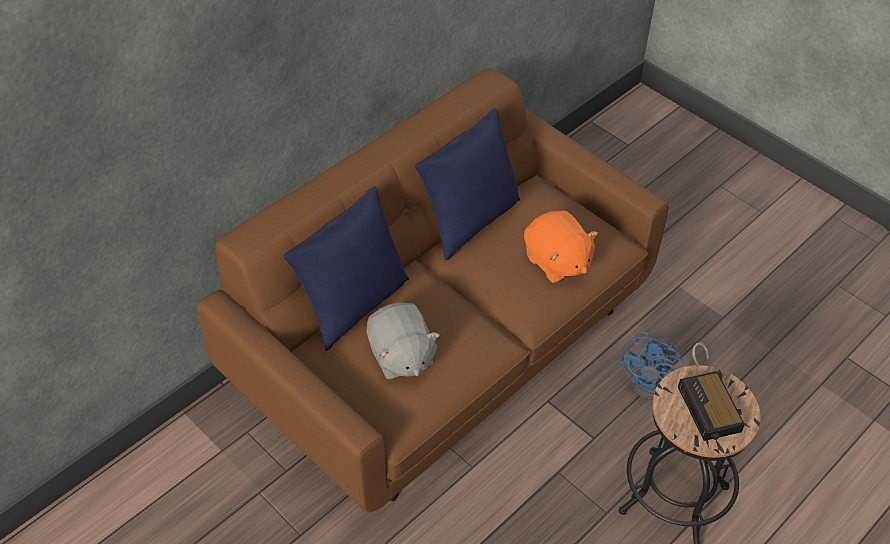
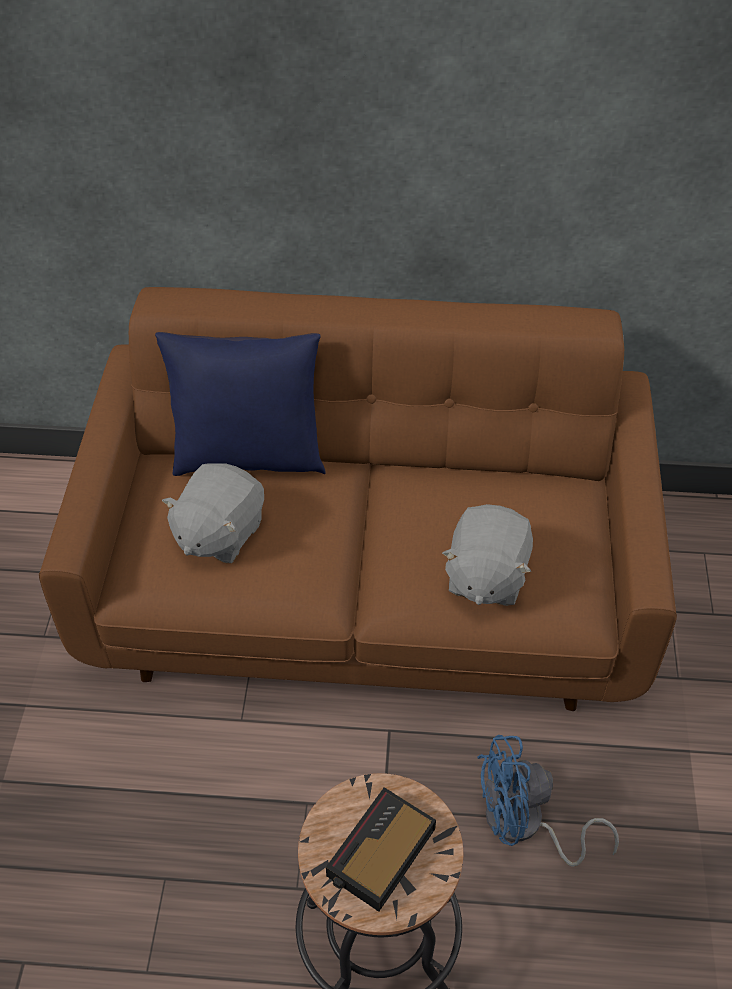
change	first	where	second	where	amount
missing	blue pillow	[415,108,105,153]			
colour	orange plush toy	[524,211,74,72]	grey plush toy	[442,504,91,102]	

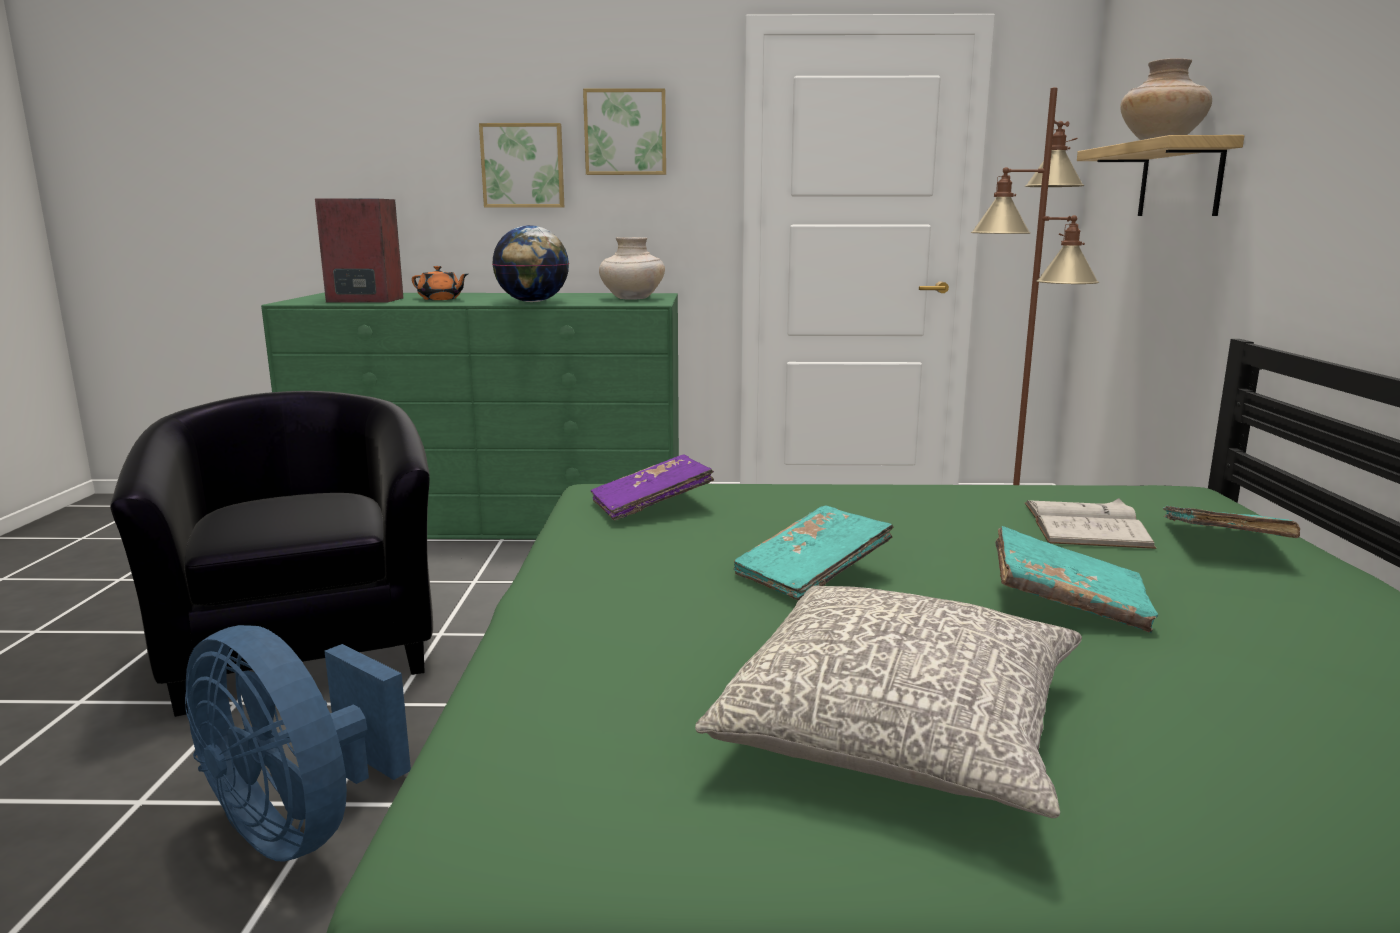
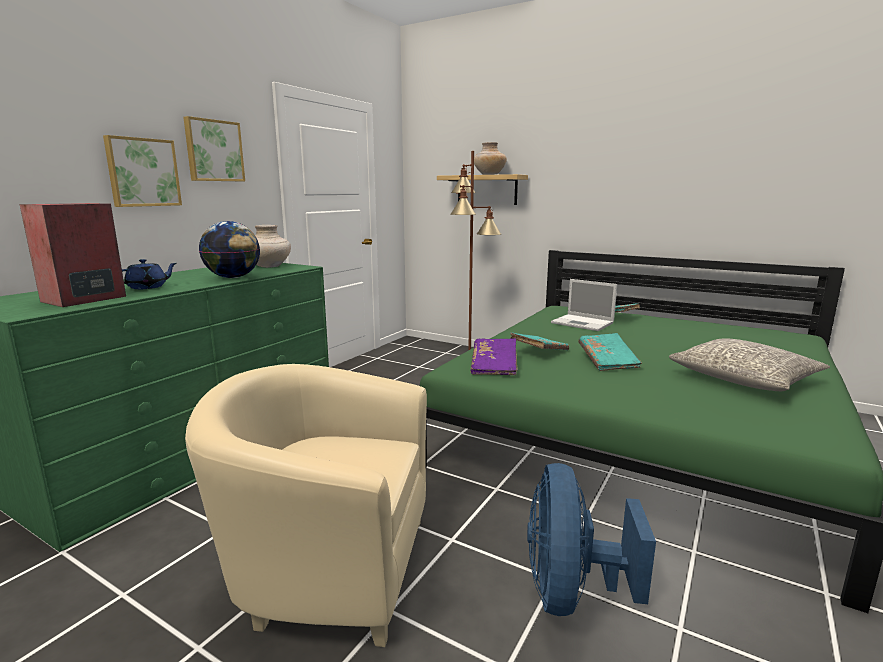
change	first	where	second	where	amount
colour	orange teapot	[412,266,56,34]	blue teapot	[122,259,55,30]	
colour	black armchair	[110,391,323,326]	beige armchair	[185,364,242,283]	
exchanged	white book	[1025,498,131,51]	laptop	[551,279,66,52]	
relocated	turquoise book	[995,526,163,107]		[510,332,59,18]	
spun	blue fan	[185,625,226,237]		[527,463,129,153]	120 degrees clockwise

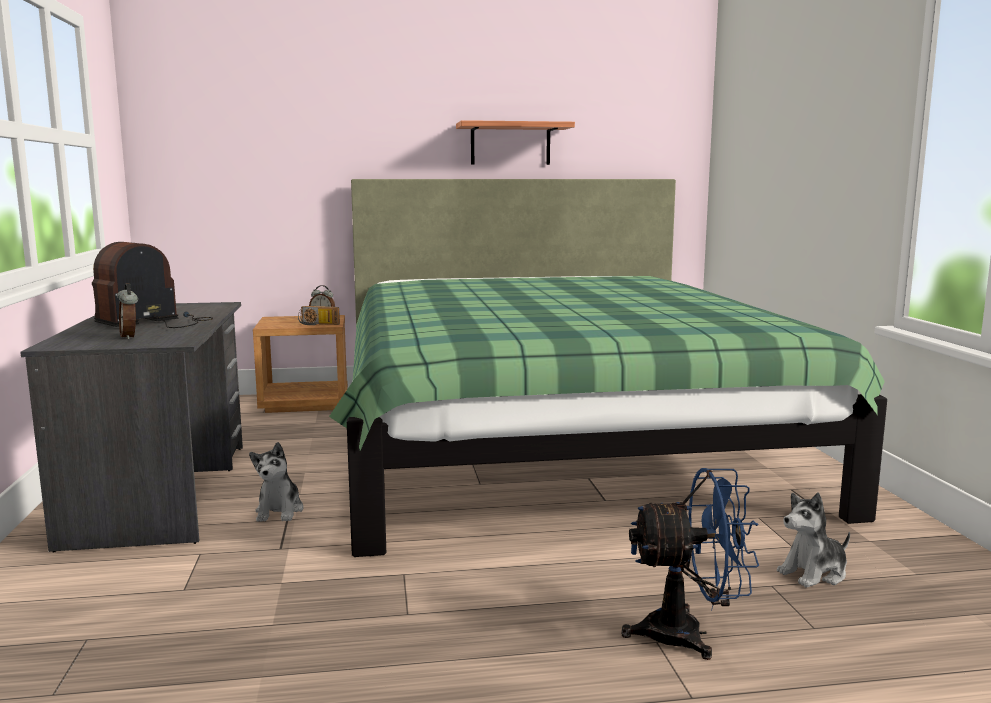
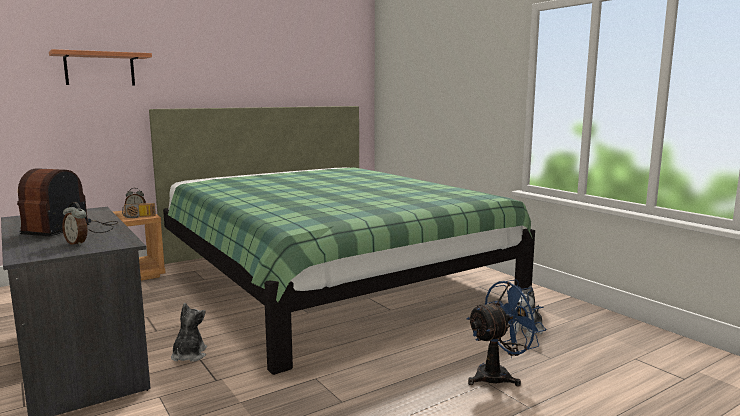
change	first	where	second	where	amount
relocated	shelf	[456,120,119,45]		[49,49,103,37]	
spun	plush toy	[249,442,55,80]		[171,303,36,59]	150 degrees counterclockwise

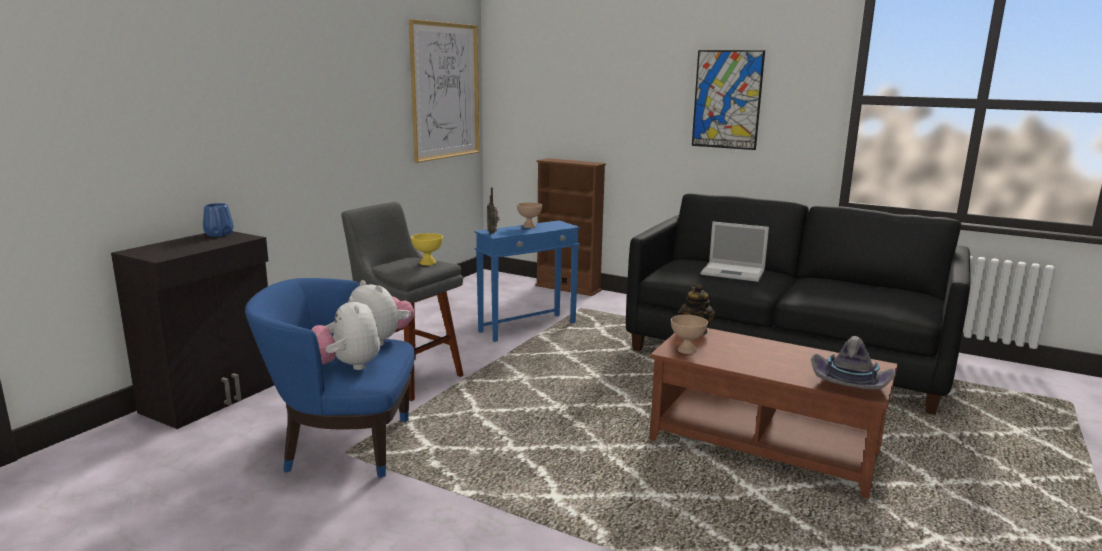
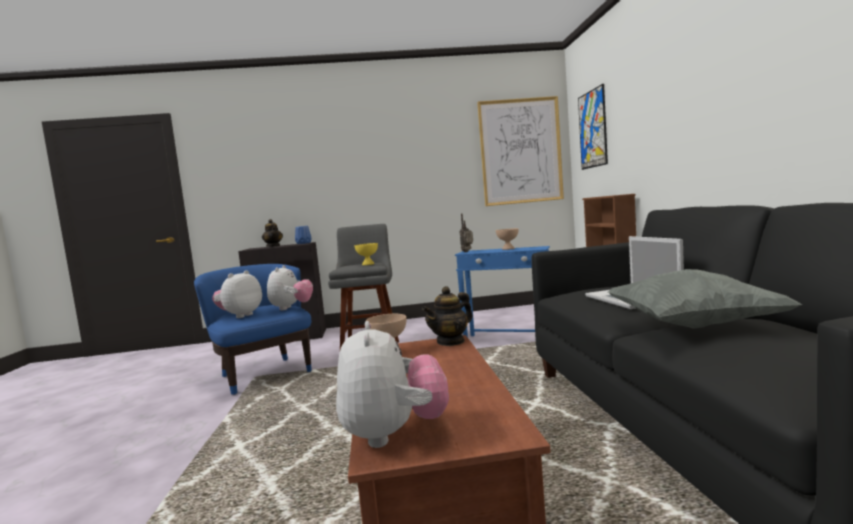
change	first	where	second	where	amount
relocated	picture	[692,50,73,100]		[578,84,30,86]	
exchanged	grey hat	[811,336,85,54]	plush toy	[336,321,113,127]	
appeared			teapot	[262,219,21,27]	
appeared			grey pillow	[608,269,195,60]	

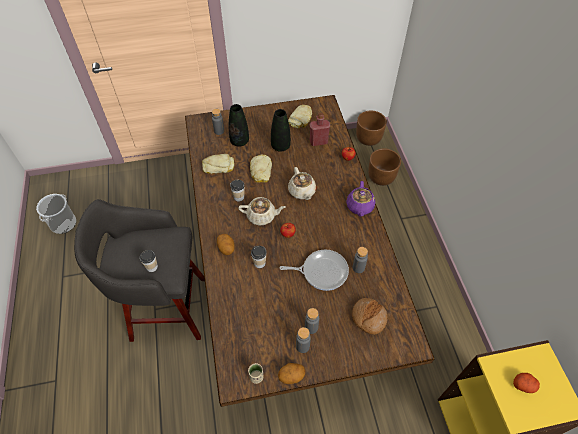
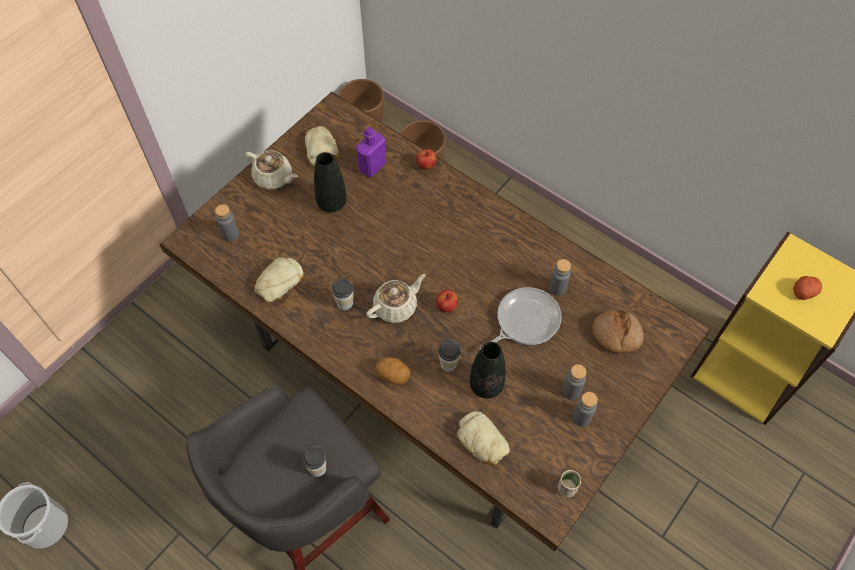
change	first	where	second	where	amount
relocated	black vase	[229,104,20,43]		[470,342,36,56]	
colour	red bottle	[310,113,20,33]	purple bottle	[356,127,30,50]	
relocated	bread	[250,155,22,27]		[457,411,53,54]	
relocated	beige teapot	[288,167,28,33]		[245,150,53,39]	
missing	purple teapot	[346,181,29,36]			
missing	potato	[278,363,27,21]			

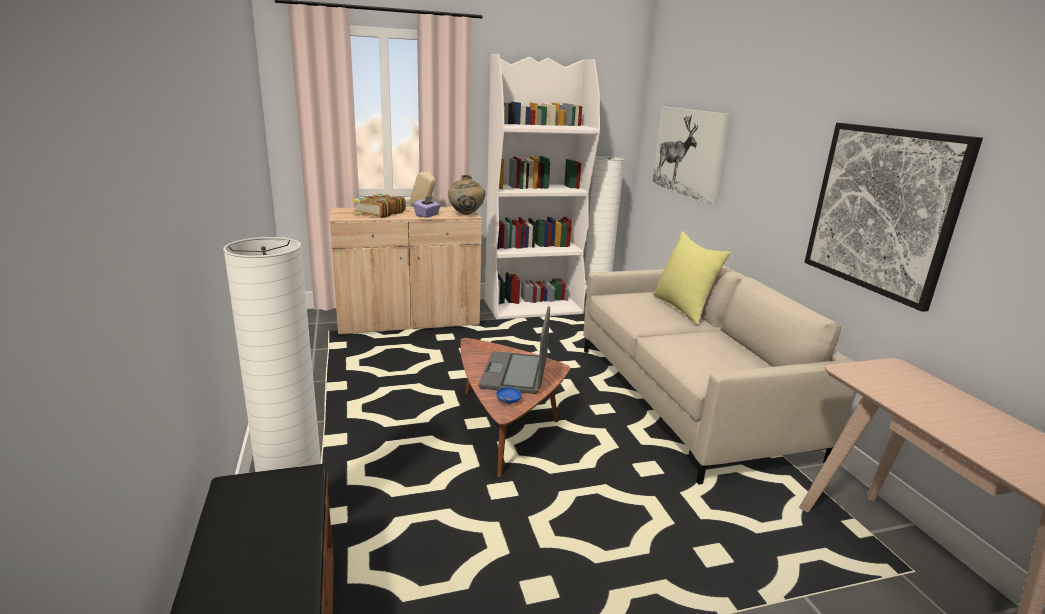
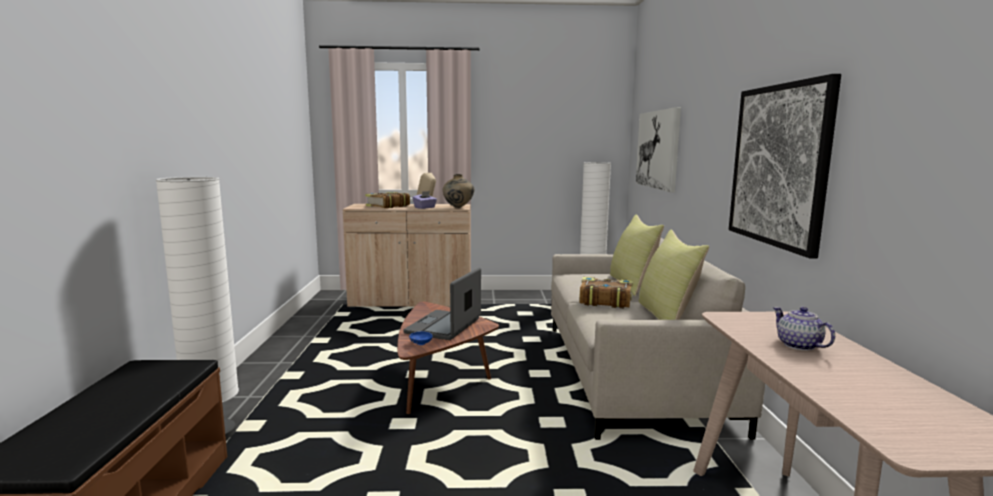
change	first	where	second	where	amount
missing	white bookcase	[485,54,115,266]			
appeared			yellow pillow	[639,230,70,90]	
appeared			book	[579,277,54,31]	
appeared			teapot	[773,307,62,44]	

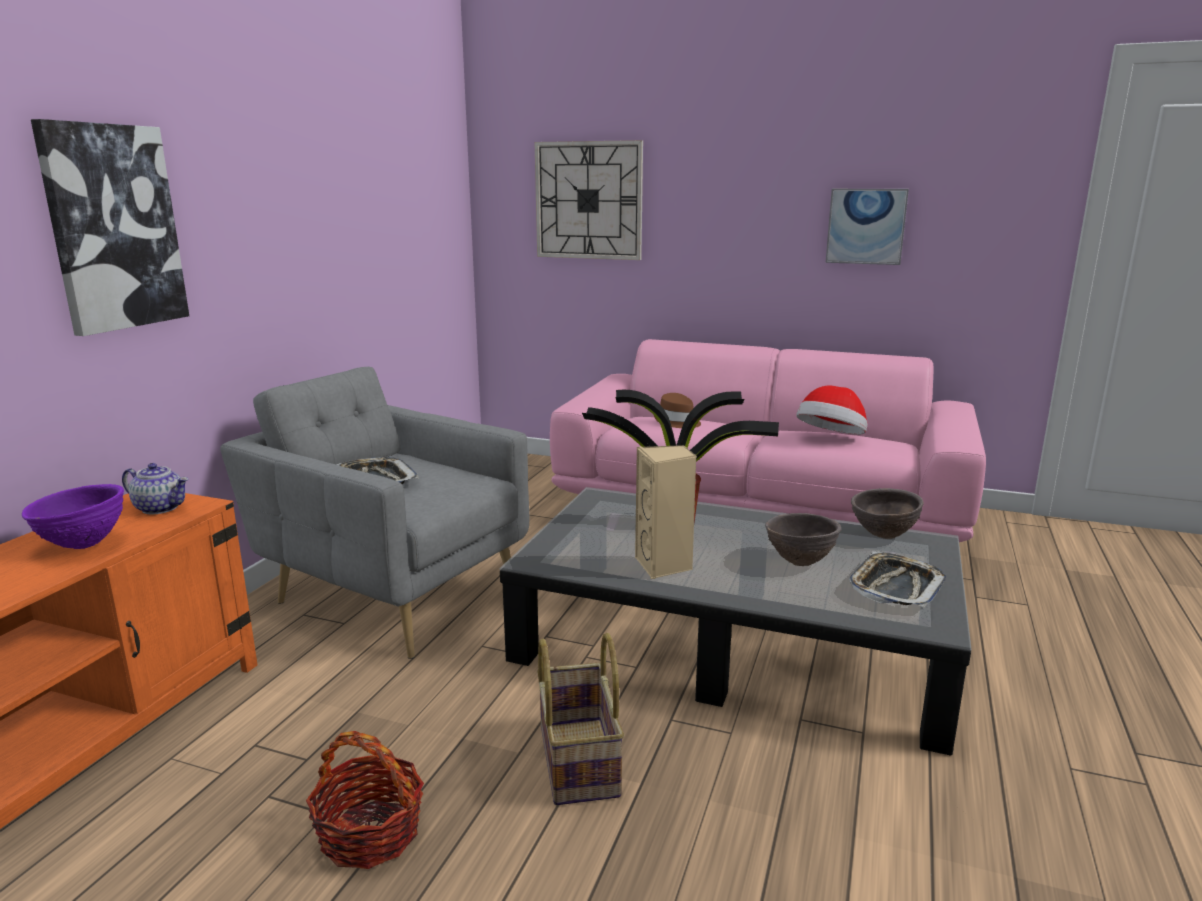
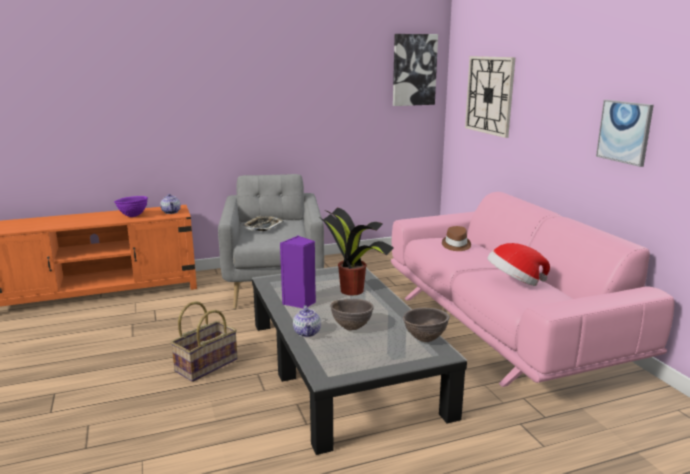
change	first	where	second	where	amount
relocated	picture	[31,119,158,217]		[393,34,45,72]	
colour	beige speaker	[635,445,62,134]	purple speaker	[280,236,36,72]	
missing	tray	[849,551,97,57]			
missing	basket	[306,731,118,138]			
appeared			teapot	[293,305,28,32]	

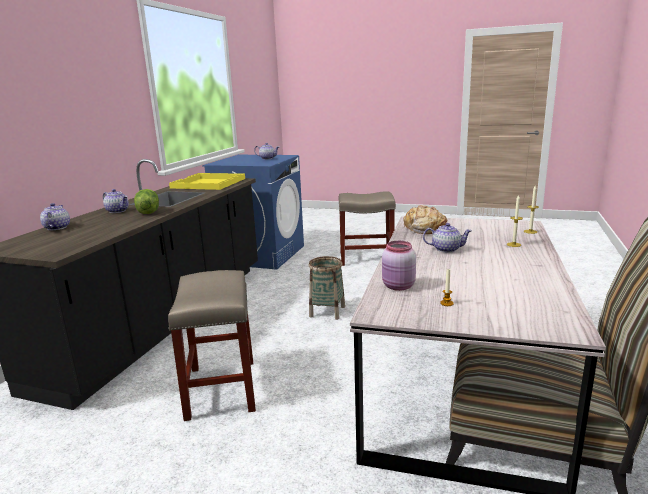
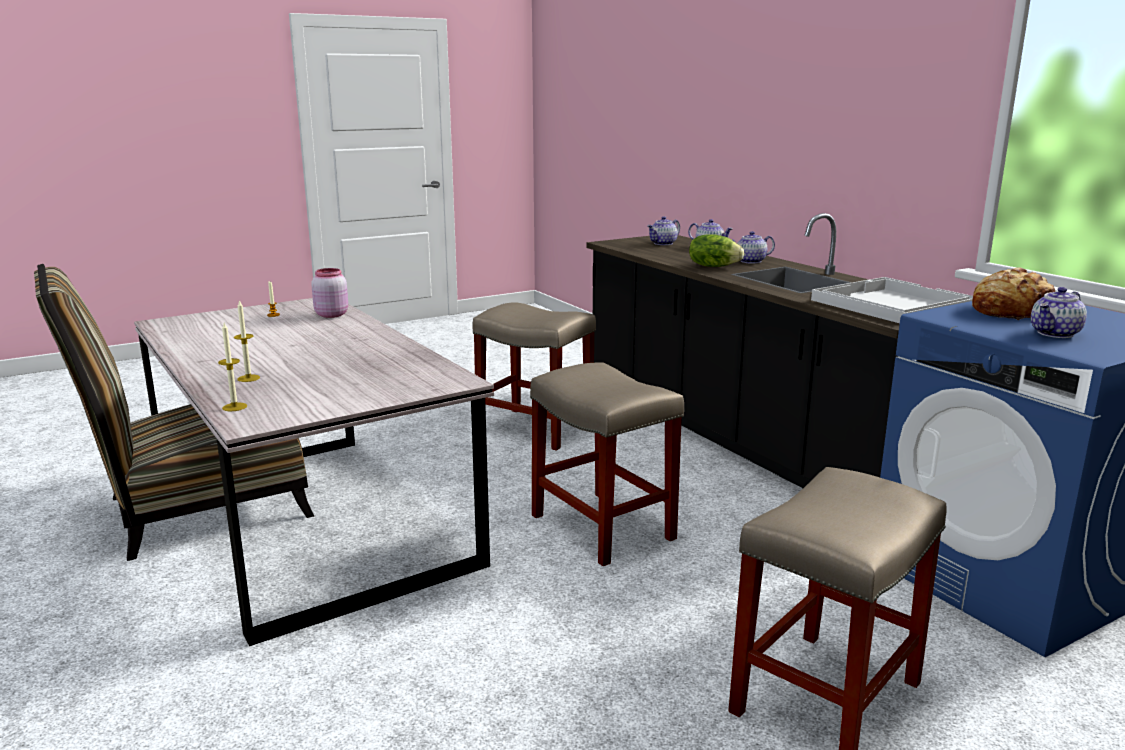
change	first	where	second	where	amount
colour	yellow tray	[169,173,76,17]	white tray	[811,277,162,46]	
relocated	bread	[403,205,45,29]		[972,267,83,53]	
relocated	teapot	[423,223,49,30]		[647,216,33,29]	
exchanged	basket	[309,256,36,64]	beige stool	[530,362,154,204]	

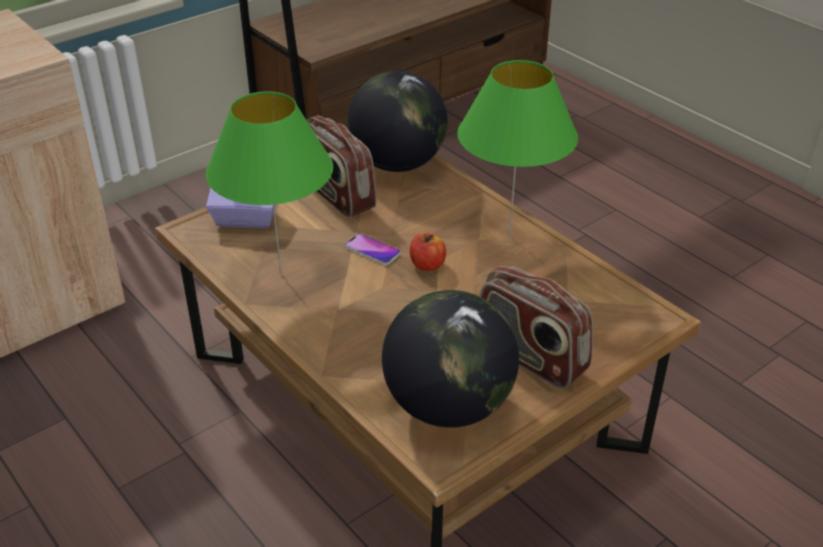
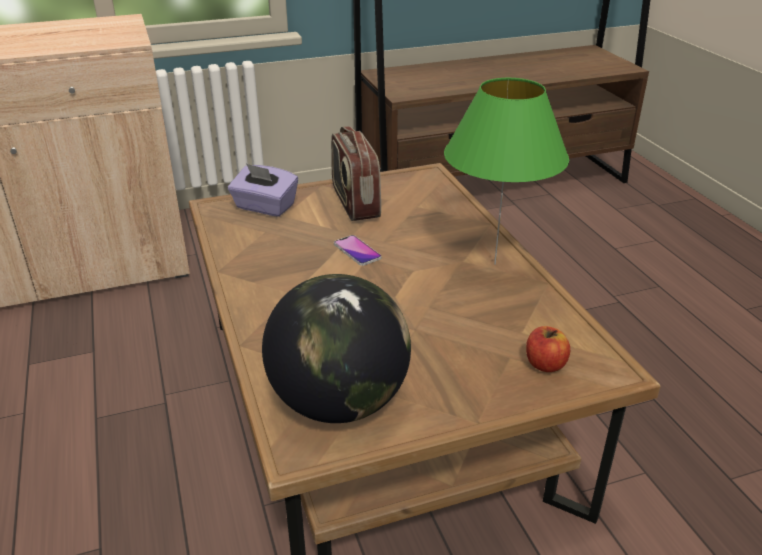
change	first	where	second	where	amount
missing	globe	[347,71,101,101]			
missing	green table lamp	[206,91,127,183]			
relocated	apple	[410,233,36,38]		[526,326,44,46]	
missing	radio	[479,266,114,123]			

